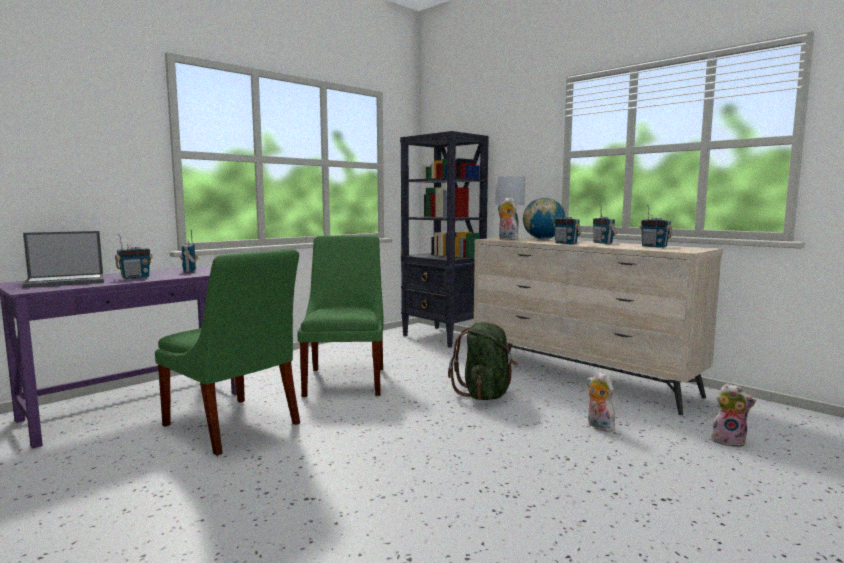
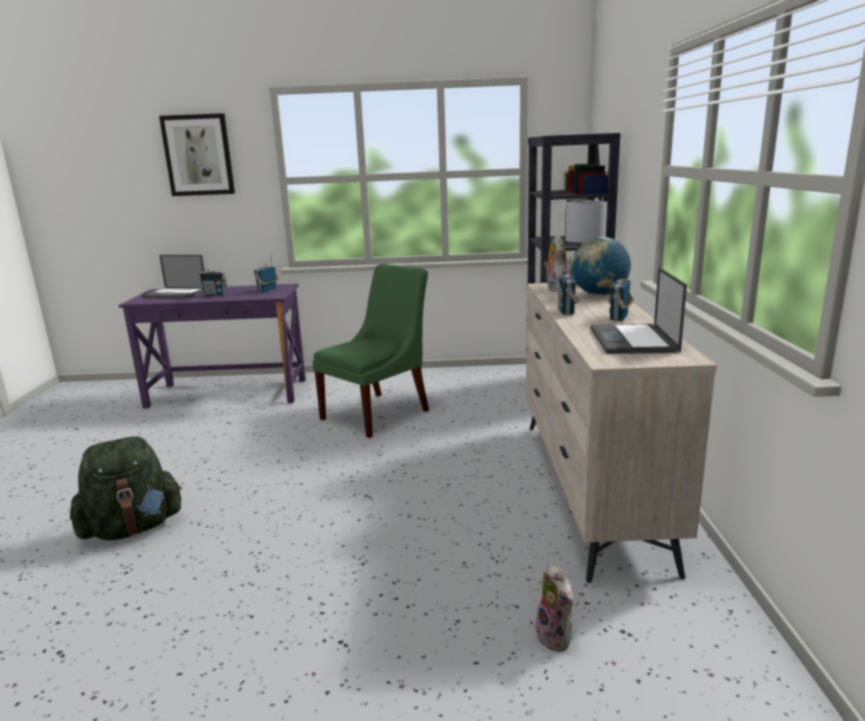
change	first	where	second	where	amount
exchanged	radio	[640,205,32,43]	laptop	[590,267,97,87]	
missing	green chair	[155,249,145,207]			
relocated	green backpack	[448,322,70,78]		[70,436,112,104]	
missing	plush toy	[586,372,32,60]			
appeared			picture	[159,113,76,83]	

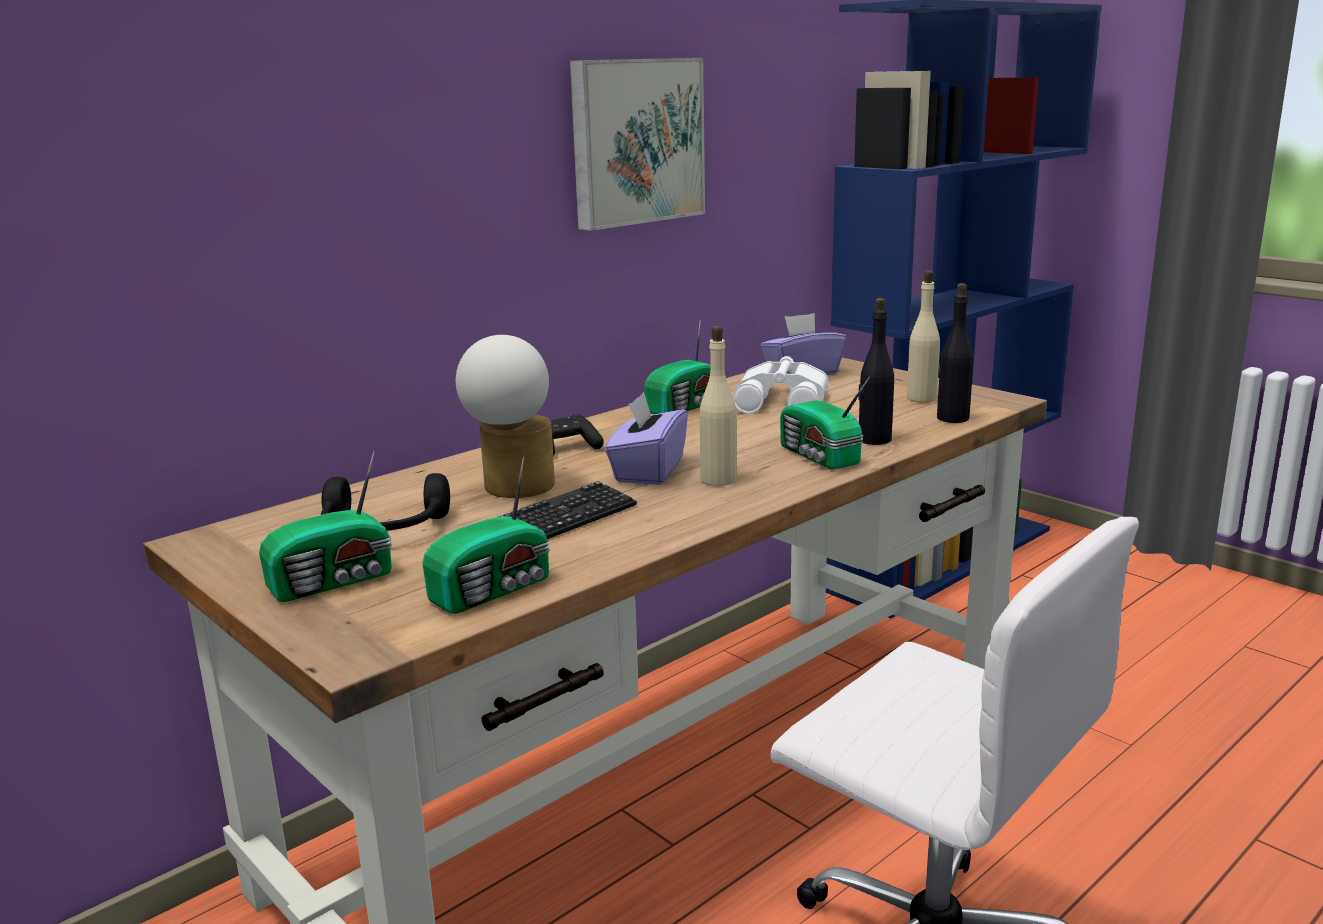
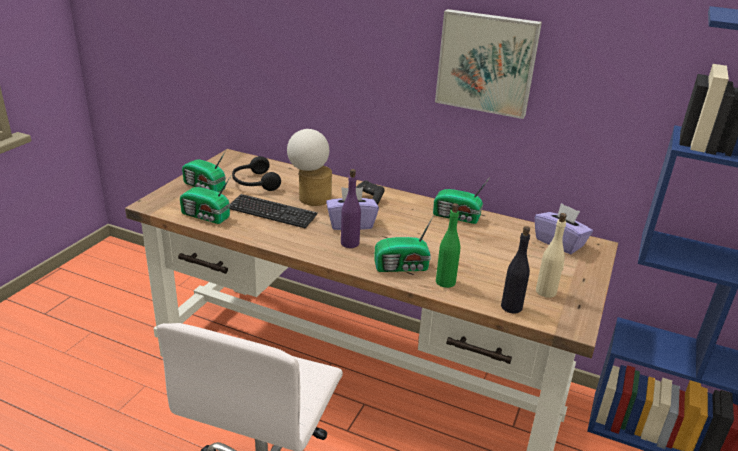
change	first	where	second	where	amount
colour	black bottle	[858,298,36,147]	green bottle	[436,203,24,85]	
colour	beige bottle	[699,326,38,160]	purple bottle	[341,169,20,79]	
missing	white binoculars	[733,356,95,58]			
spun	radio	[780,376,90,94]		[374,215,60,57]	135 degrees counterclockwise

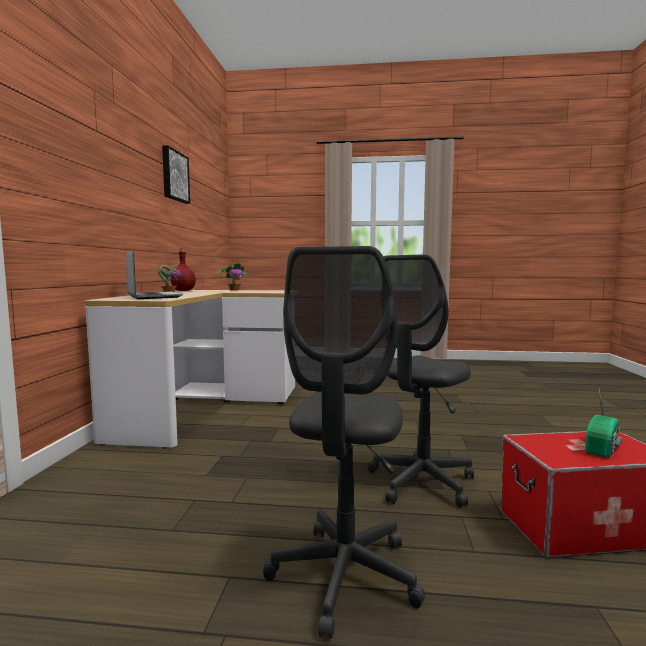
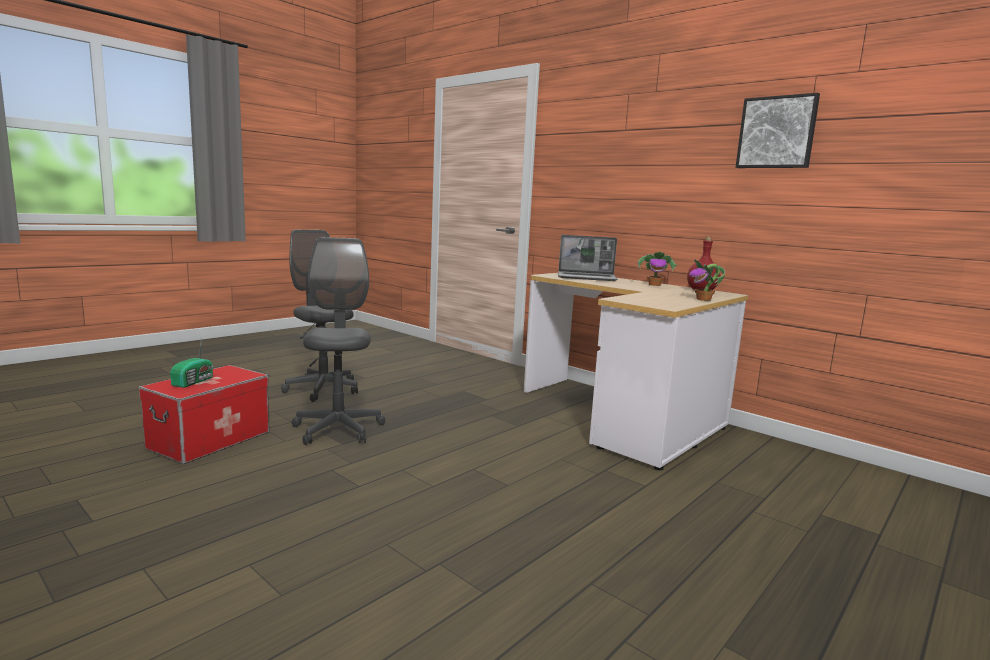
change	first	where	second	where	amount
spun	radio	[585,390,37,68]		[170,338,43,50]	150 degrees counterclockwise

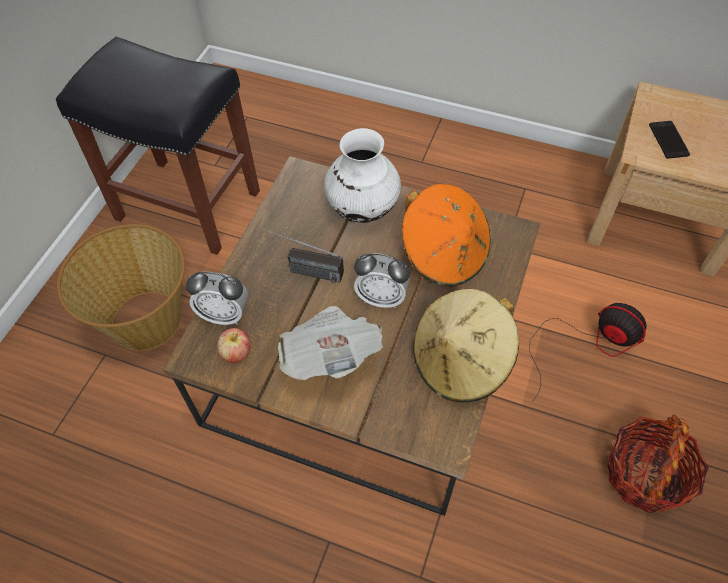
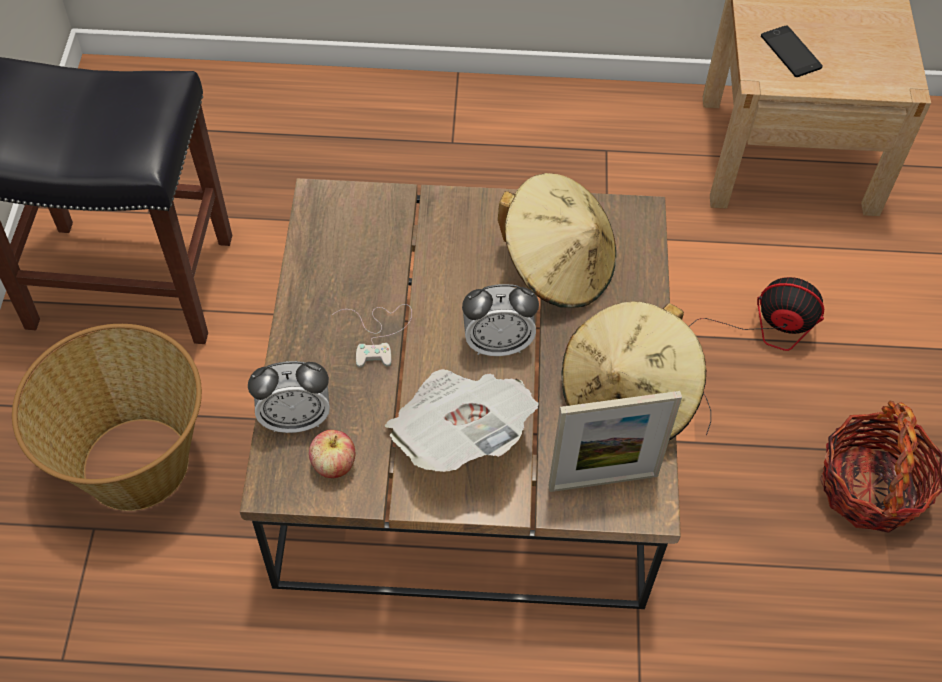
change	first	where	second	where	amount
missing	white vase	[324,128,77,95]			
colour	orange hat	[402,184,88,102]	beige hat	[498,173,118,135]	
exchanged	radio	[261,228,83,55]	white game controller	[332,304,80,64]	
appeared			picture frame	[548,391,134,101]	

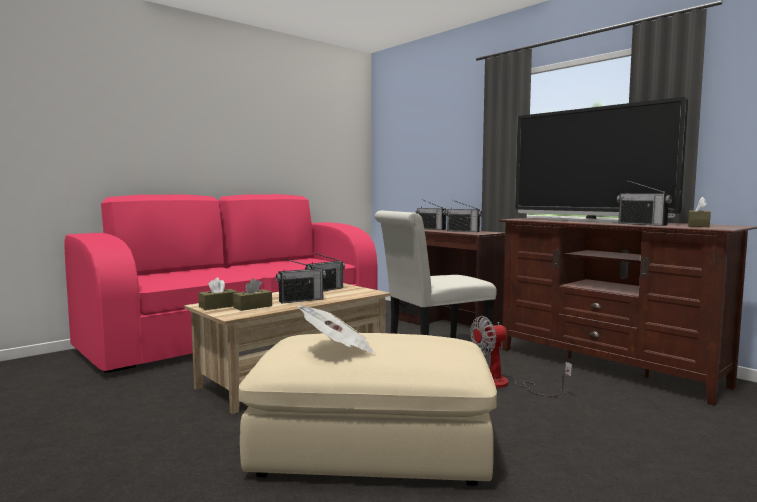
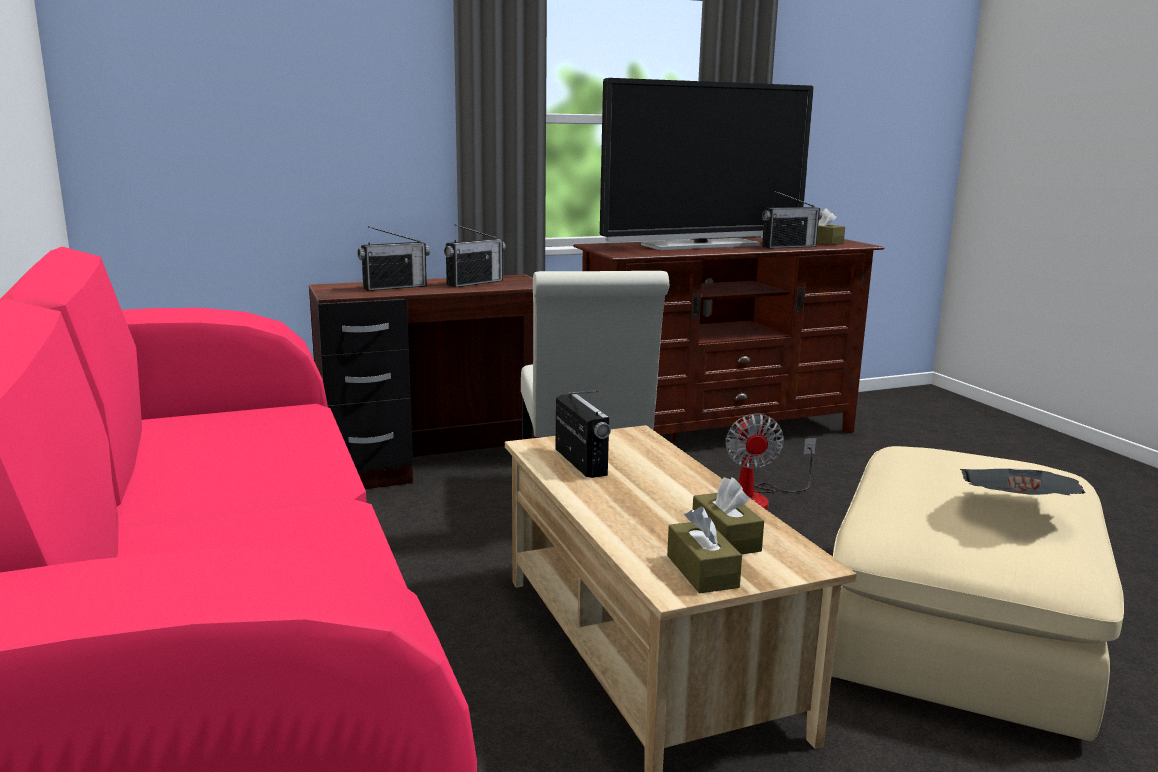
change	first	where	second	where	amount
missing	radio	[276,259,50,45]			

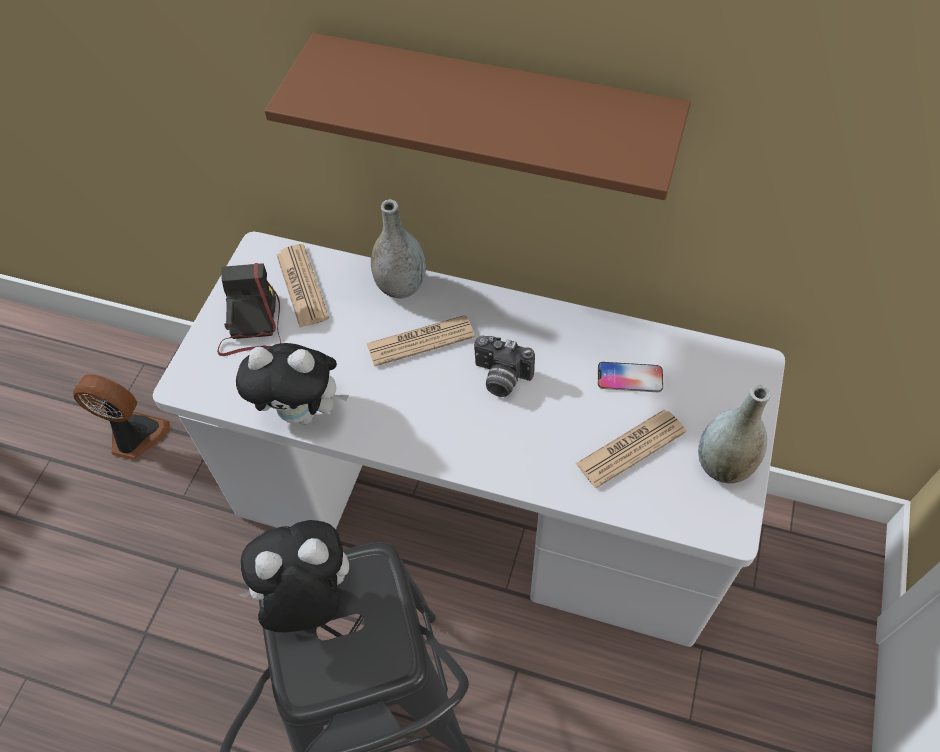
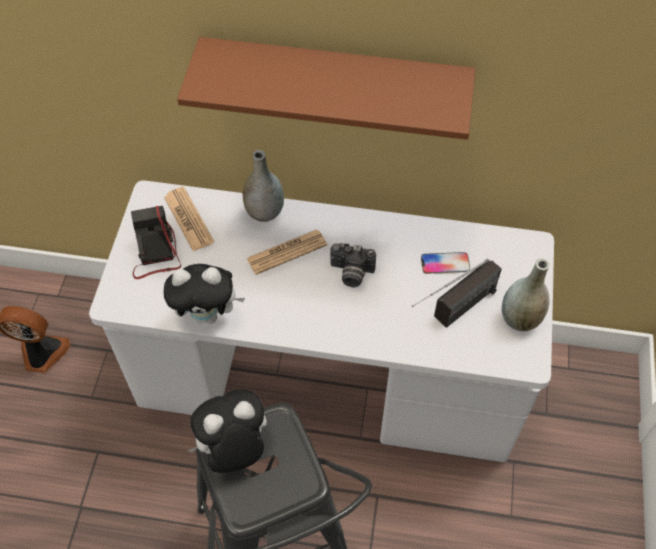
change	first	where	second	where	amount
exchanged	newspaper	[576,410,110,78]	radio	[412,259,90,69]	

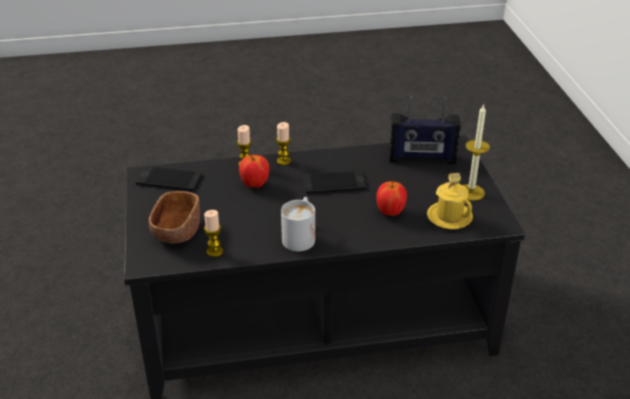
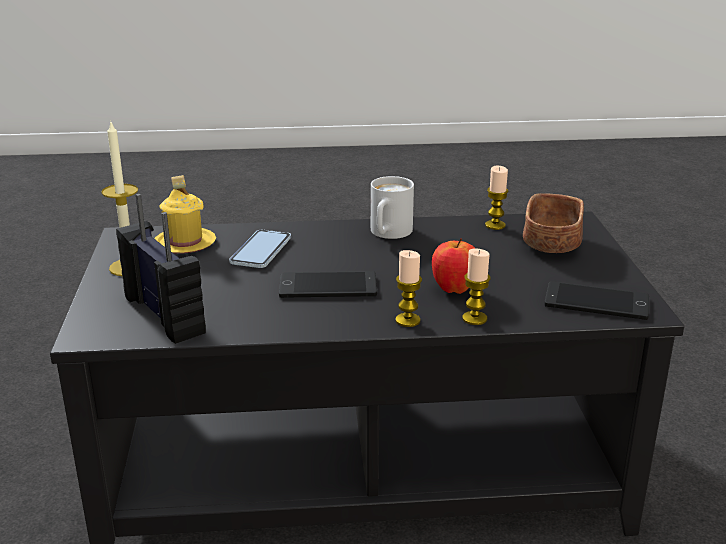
change	first	where	second	where	amount
spun	radio	[389,97,72,67]		[116,194,90,150]	45 degrees clockwise
exchanged	apple	[377,180,30,36]	phone	[229,230,62,38]	

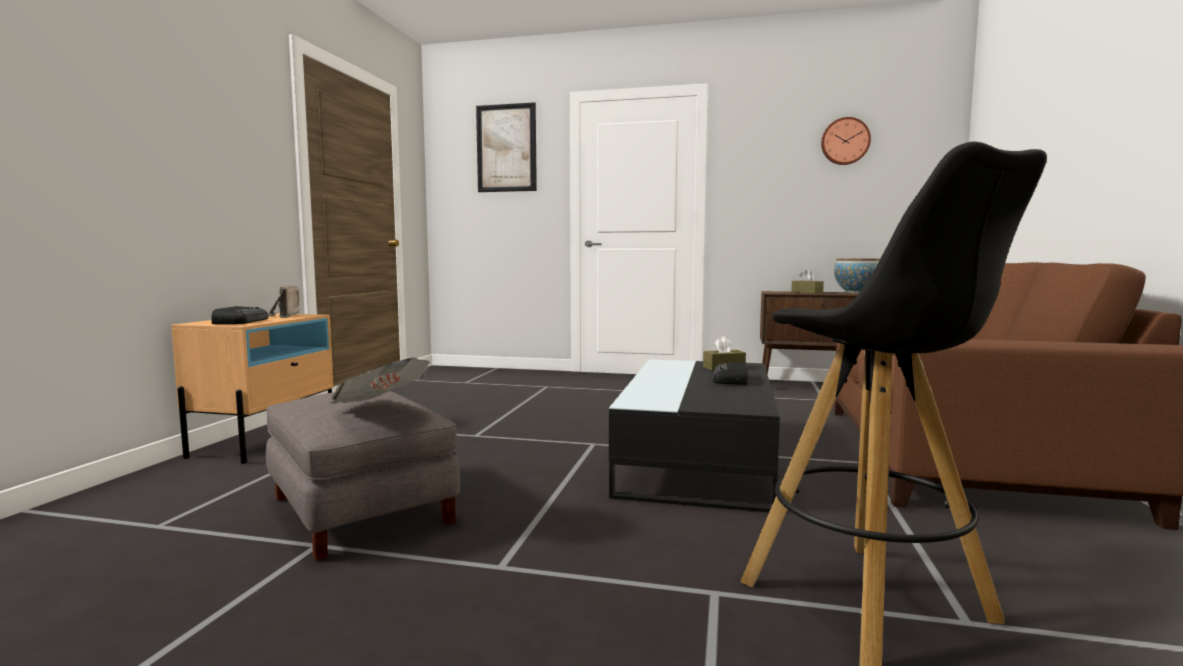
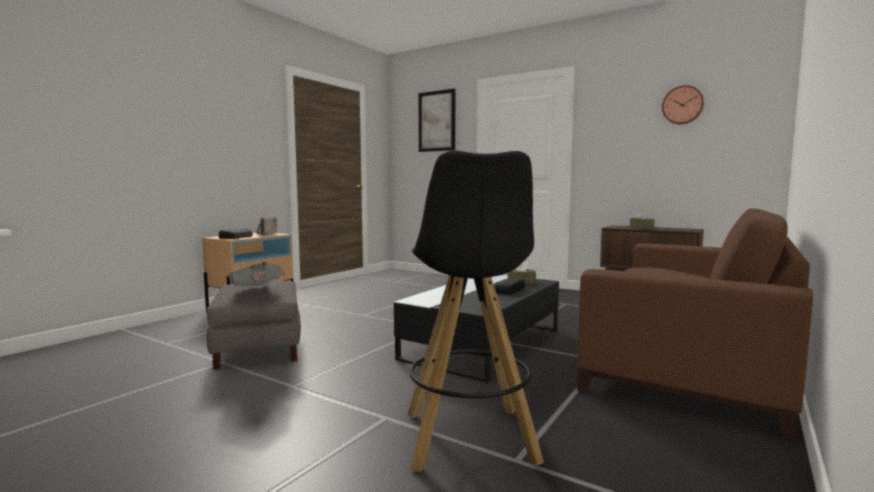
change	first	where	second	where	amount
missing	bowl	[834,259,46,34]			

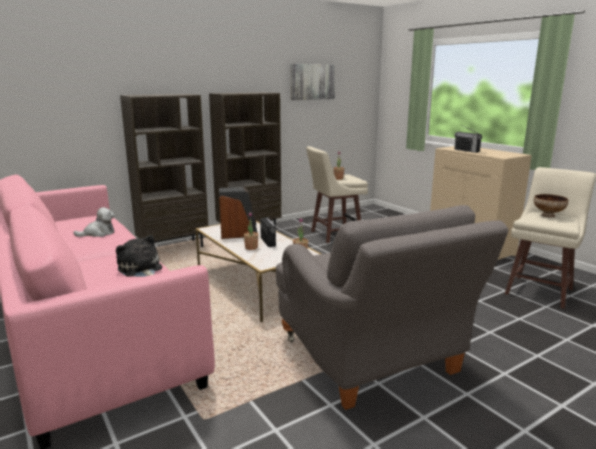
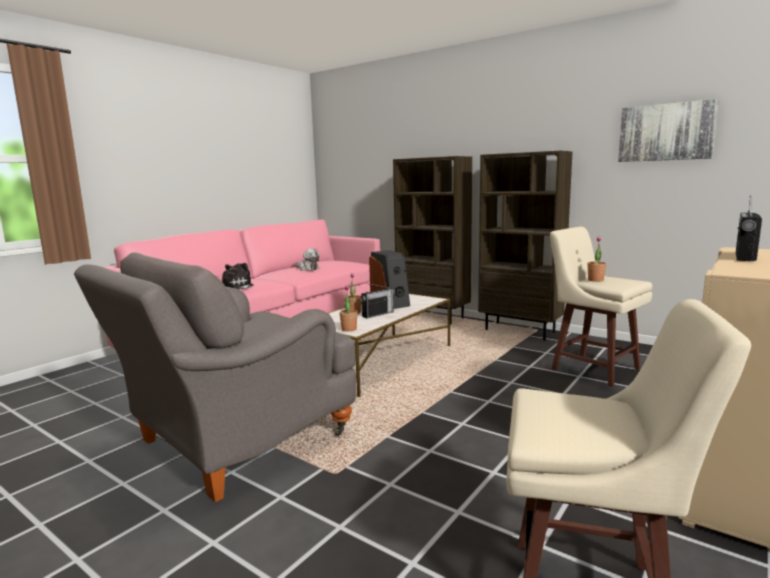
change	first	where	second	where	amount
missing	bowl	[534,194,35,24]			

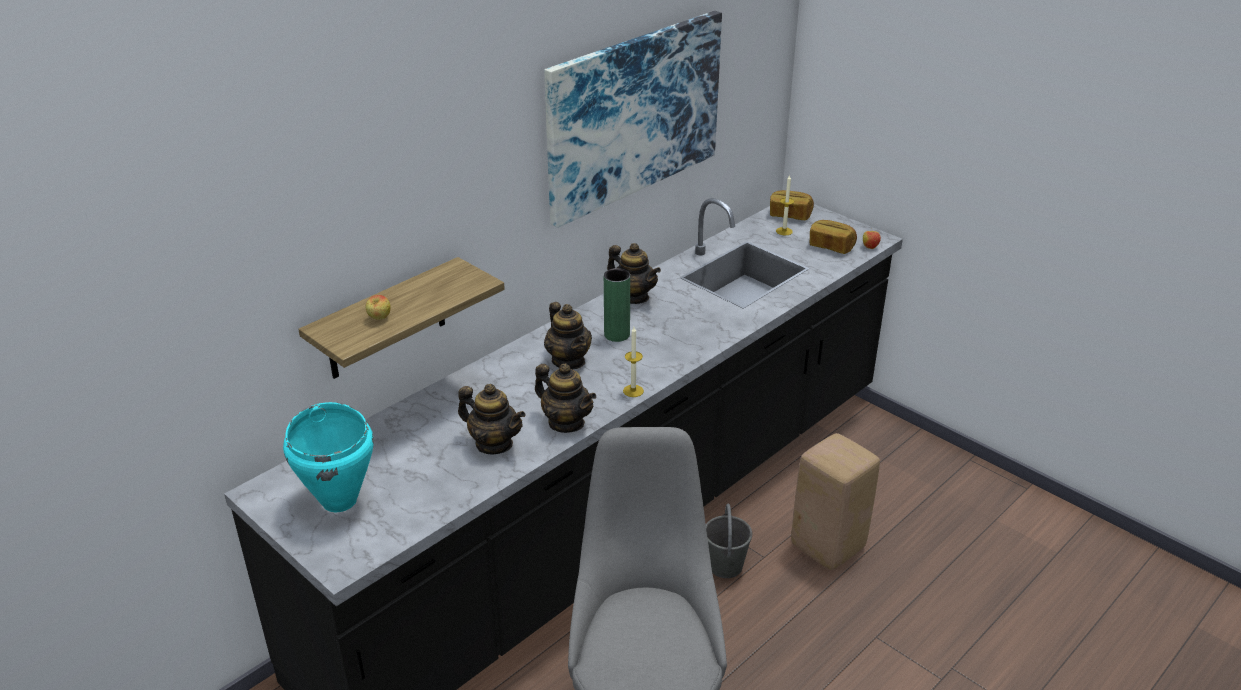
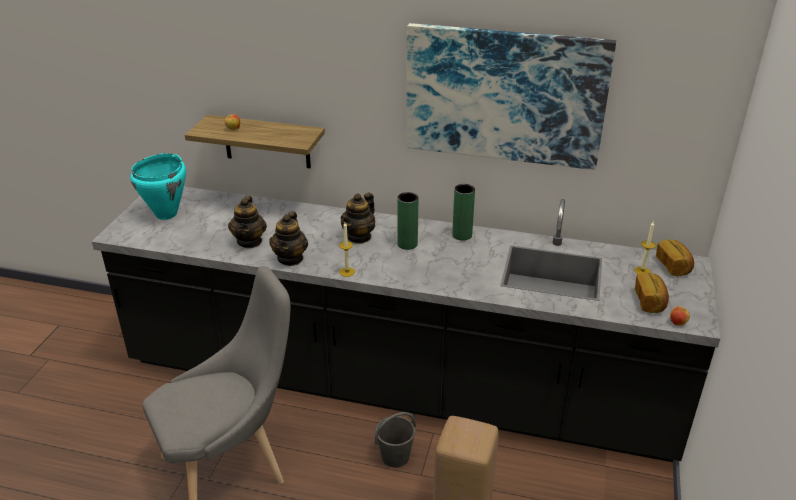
change	first	where	second	where	amount
exchanged	teapot	[607,243,54,61]	green vase	[452,184,23,57]	

